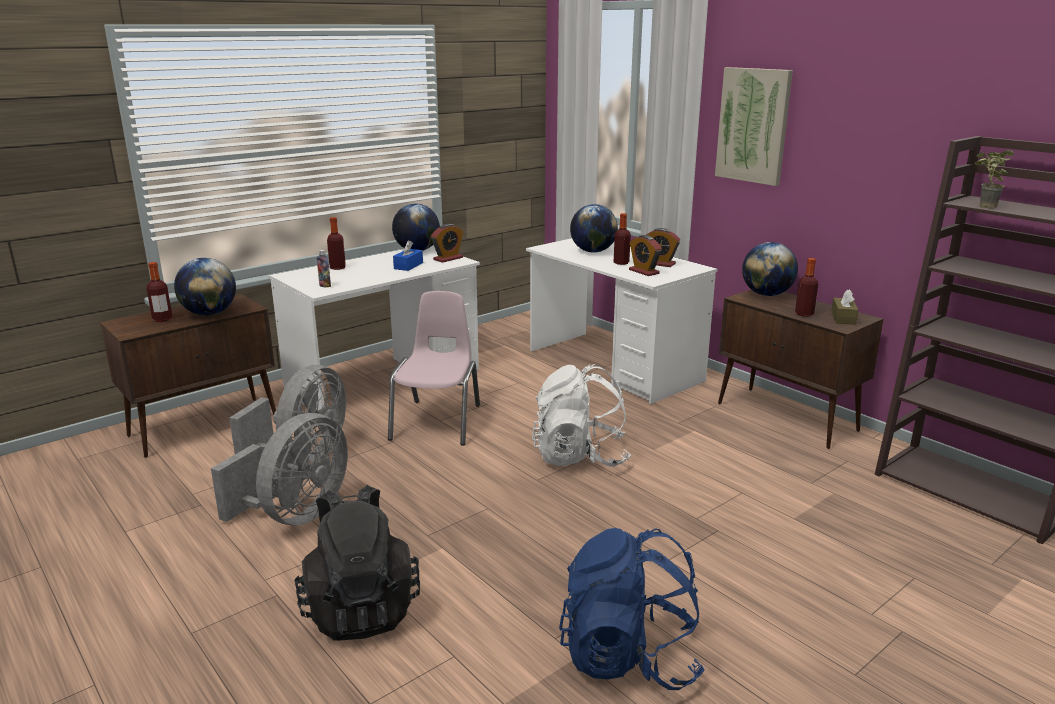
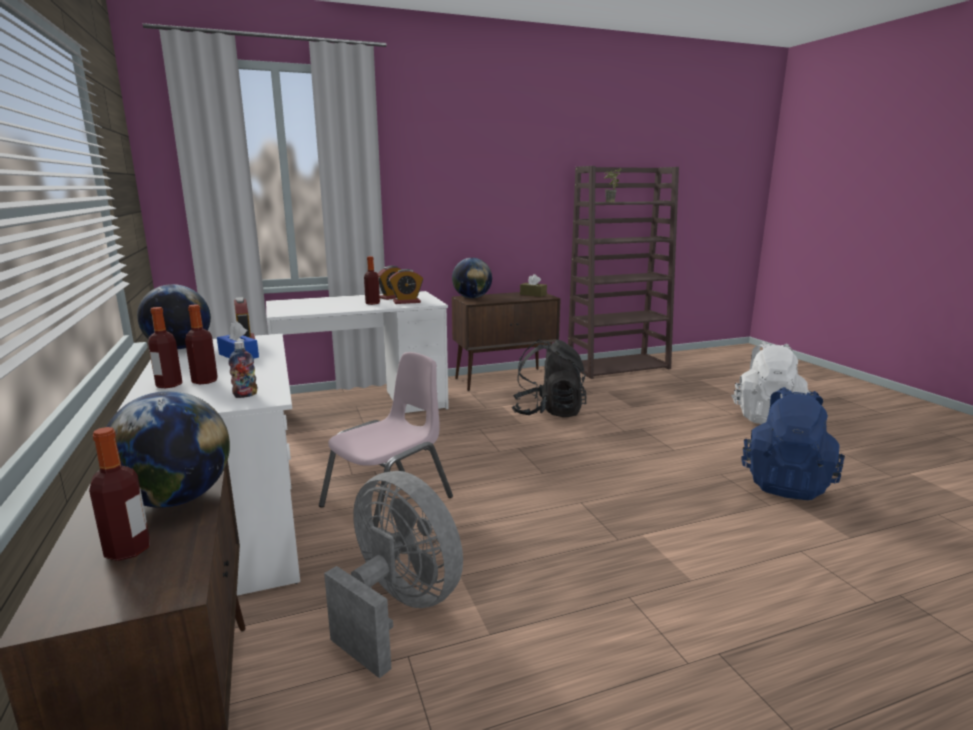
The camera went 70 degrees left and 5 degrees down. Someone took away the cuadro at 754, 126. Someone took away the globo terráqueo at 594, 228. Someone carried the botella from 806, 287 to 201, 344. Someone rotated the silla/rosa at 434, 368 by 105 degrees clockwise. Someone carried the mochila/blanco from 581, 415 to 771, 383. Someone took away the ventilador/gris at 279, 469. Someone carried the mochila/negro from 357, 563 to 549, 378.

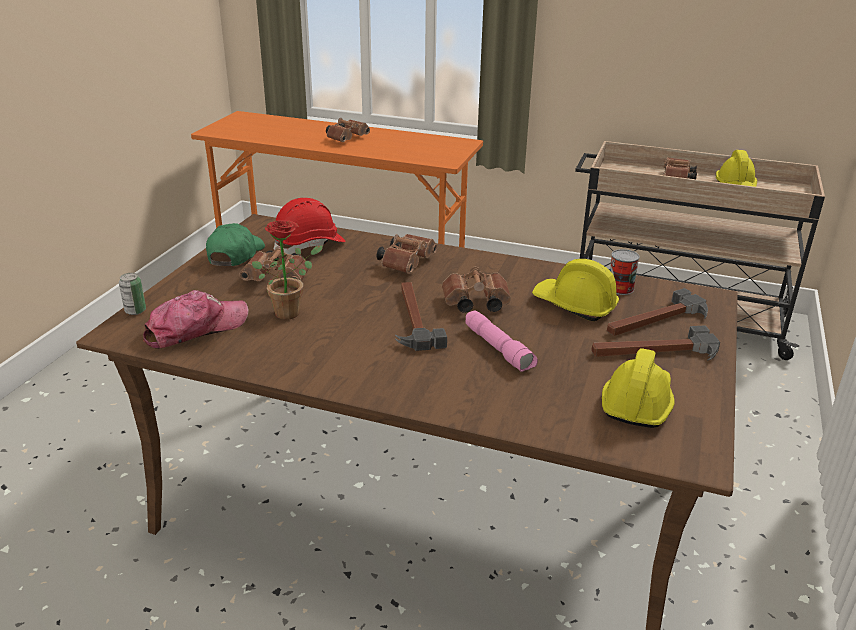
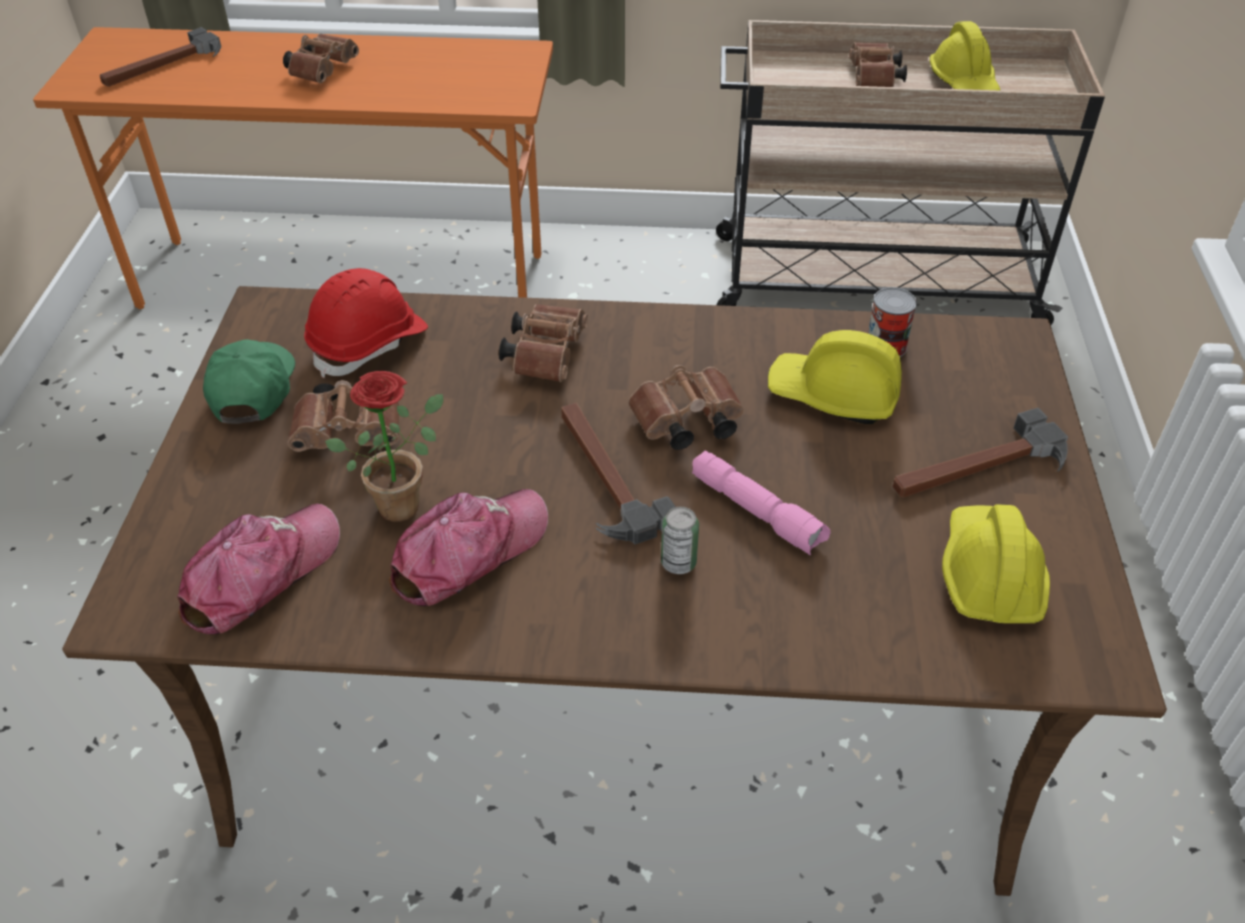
The camera went 15 degrees left and 15 degrees up. Someone carried the lata from 132, 294 to 680, 540. Someone carried the martillo from 657, 312 to 160, 57. Someone put down the gorra at 468, 547.

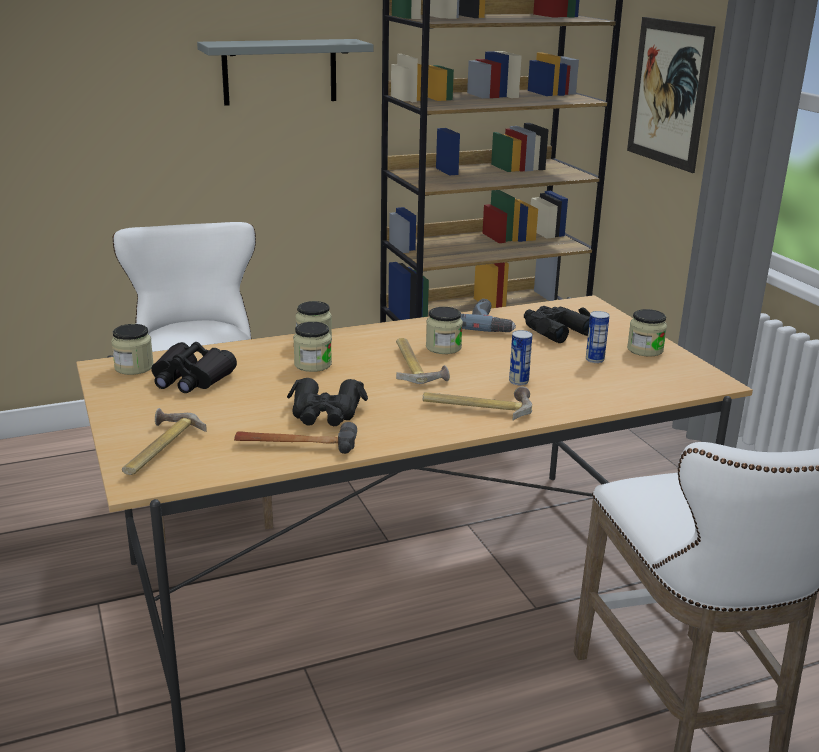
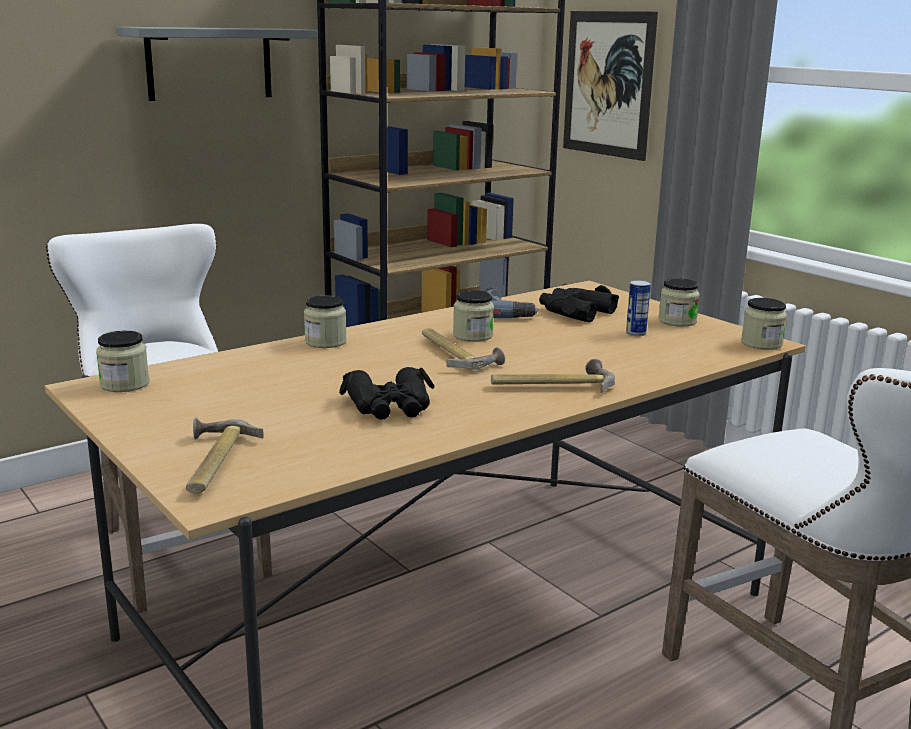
The camera went 15 degrees left and 5 degrees down. Someone carried the tarro from 312, 347 to 764, 324. Someone took away the lata at 520, 357. Someone took away the prismáticos/negro at 194, 367. Someone took away the martillo at 295, 438.

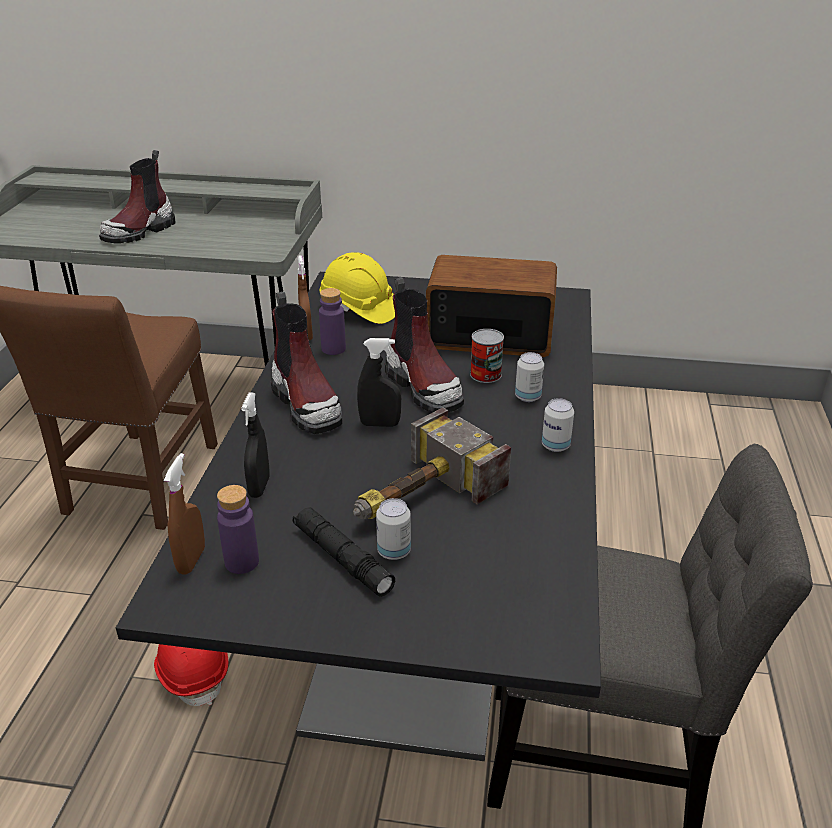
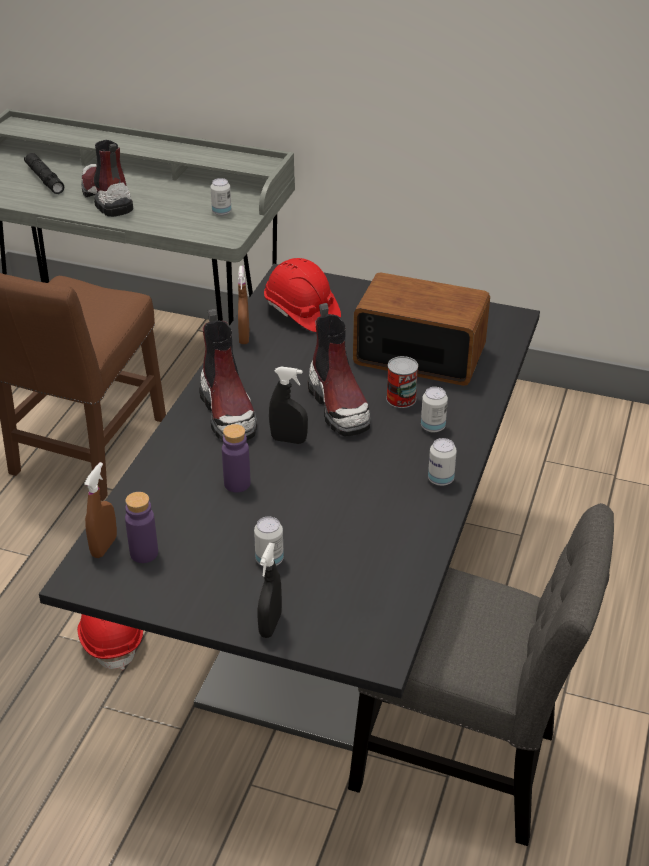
The camera went 10 degrees right and 5 degrees up. Someone rotated the bota at 137, 197 by 105 degrees clockwise. Someone repainted the casco/amarillo at 357, 288, which became the casco/rojo at 302, 295. Someone carried the botella/morado from 332, 321 to 236, 458. Someone carried the pulverizador/negro from 255, 445 to 270, 590. Someone took away the martillo at 432, 463. Someone carried the linterna/negro from 344, 552 to 44, 173. Someone put down the lata at 220, 197.

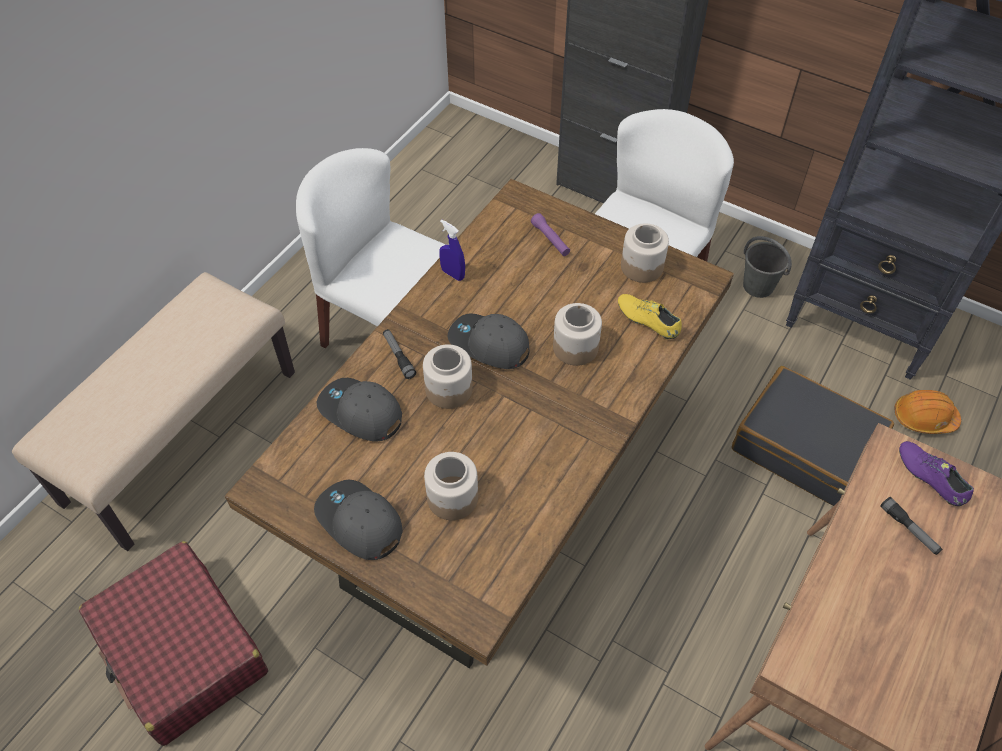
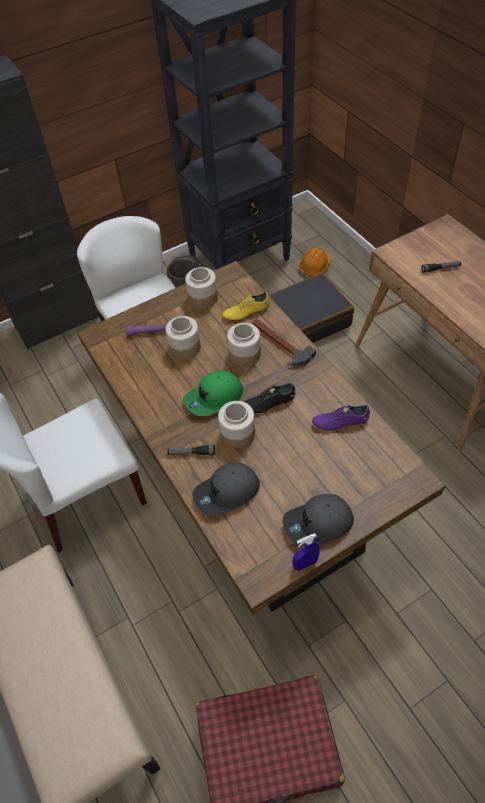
The camera went 60 degrees left and 0 degrees up. Someone carried the pulverizador/azul from 452, 250 to 306, 552. Someone repainted the gorra/gris at 488, 341, which became the gorra/verde at 213, 393. Someone carried the zapato/morado from 936, 473 to 341, 418. Someone carried the tarro from 451, 486 to 183, 337. Someone put down the martillo at 284, 342. Someone put down the zapato/negro at 270, 398.

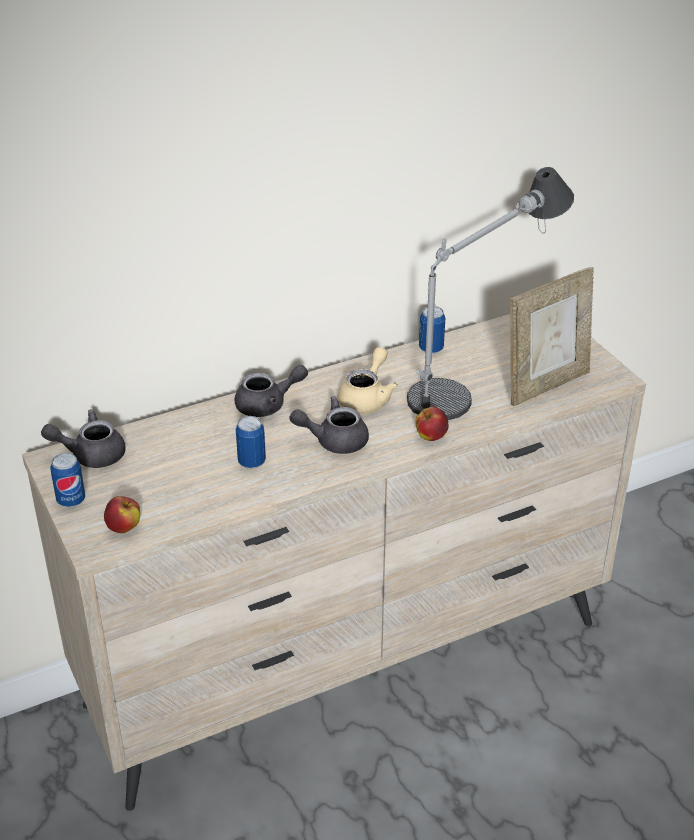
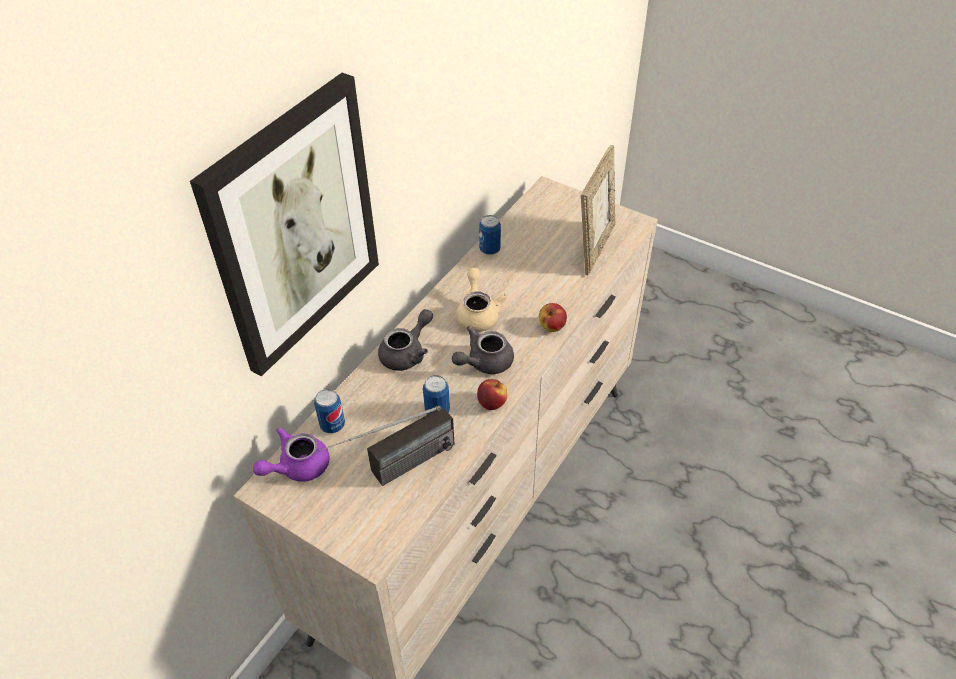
The camera went 30 degrees left and 10 degrees up. Someone took away the lámpara de mesa at 490, 293. Someone repainted the tetera/gris at 83, 438, which became the tetera/morado at 291, 454. Someone carried the lata from 67, 480 to 329, 411. Someone carried the manzana from 122, 514 to 492, 394. Someone put up the cuadro at 284, 224. Someone put down the radio at 386, 446.

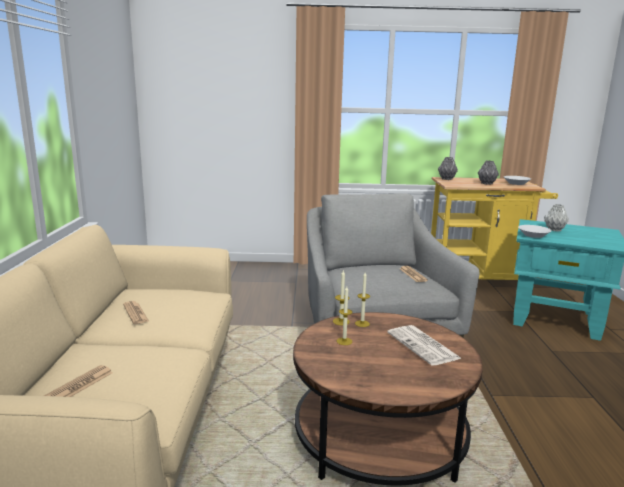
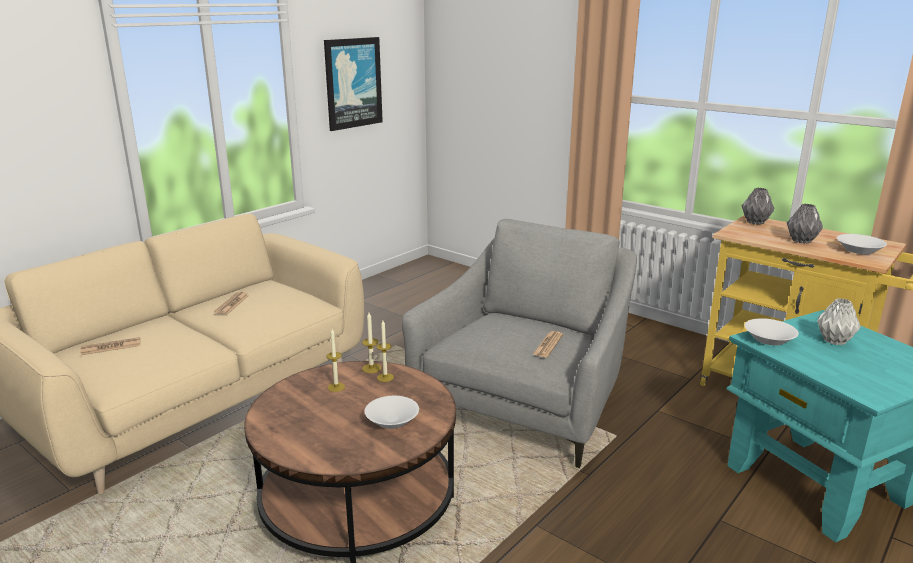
The camera went 40 degrees right and 5 degrees up. Someone swapped the periódico at 424, 345 for the cuenco/blanco at 392, 412. Someone put up the cuadro at 353, 84.

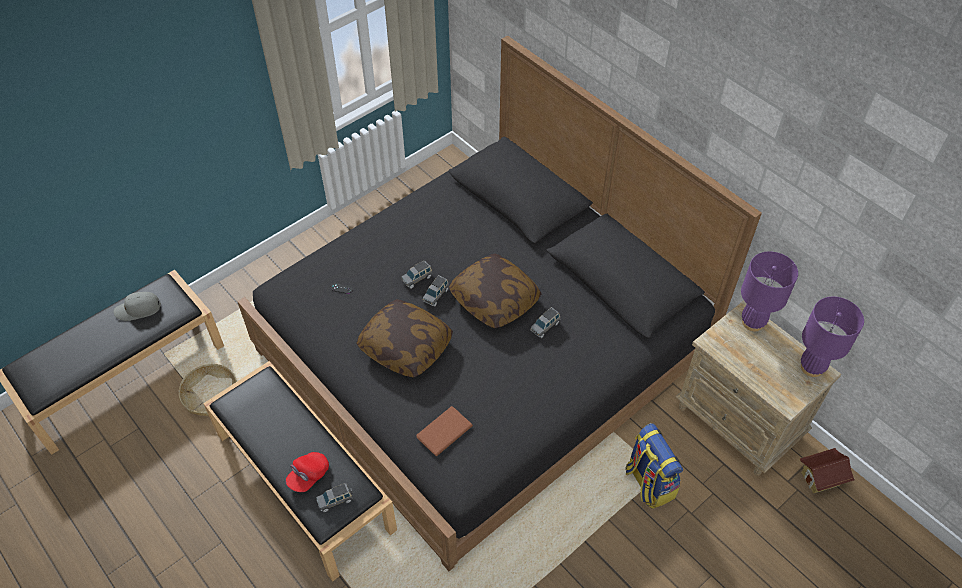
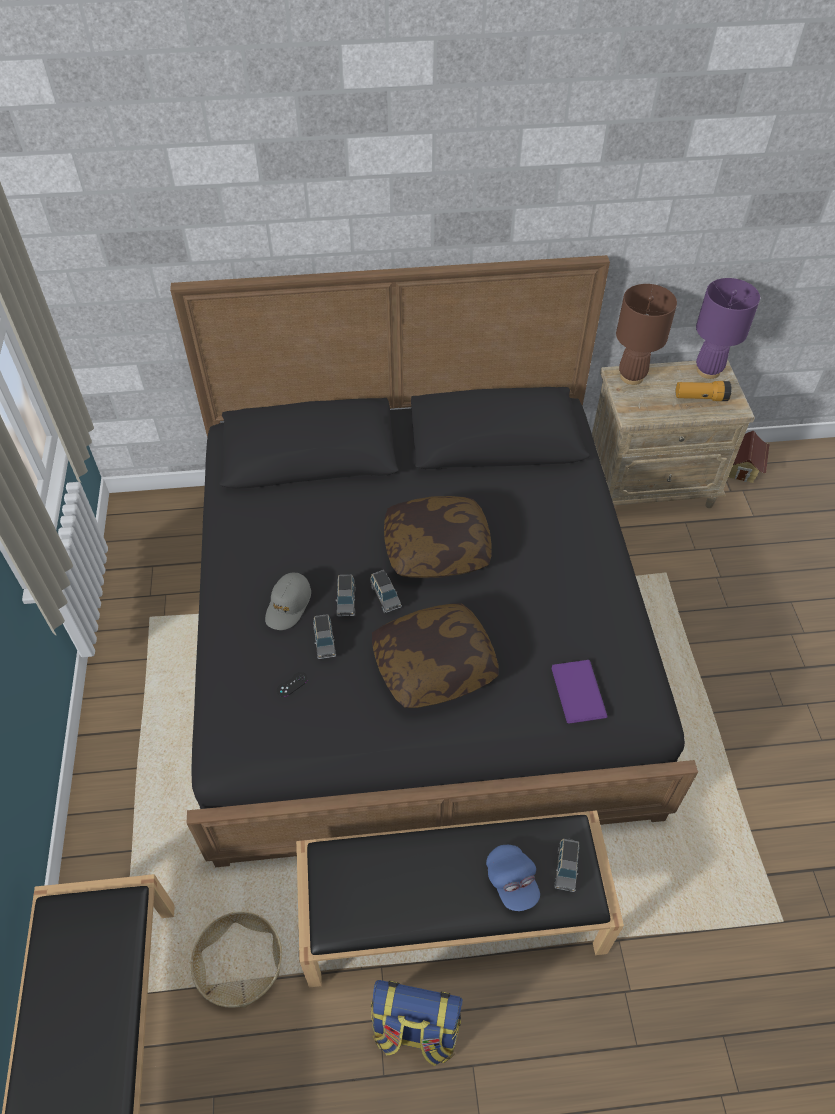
The camera went 55 degrees left and 0 degrees up. Someone repainted the lámpara de mesa/morado at 769, 291, which became the lámpara de mesa/marrón at 646, 334. Someone carried the gorra/gris from 137, 306 to 288, 601. Someone carried the coche de juguete/gris from 545, 322 to 324, 636. Someone repainted the libro/marrón at 444, 431, which became the libro/morado at 579, 692. Someone carried the mochila from 654, 466 to 417, 1023. Someone repainted the gorra/rojo at 307, 472, which became the gorra/azul at 513, 878. Someone put down the linterna at 703, 391.

